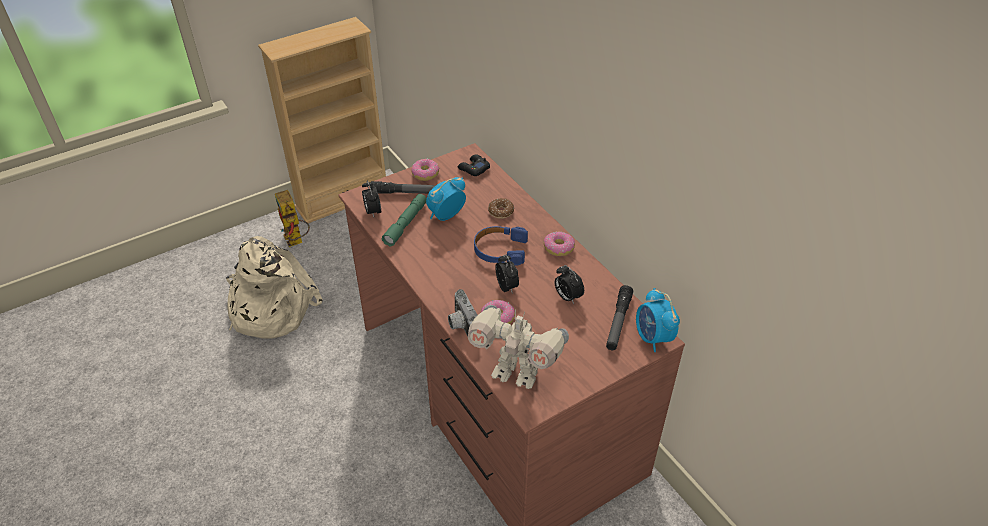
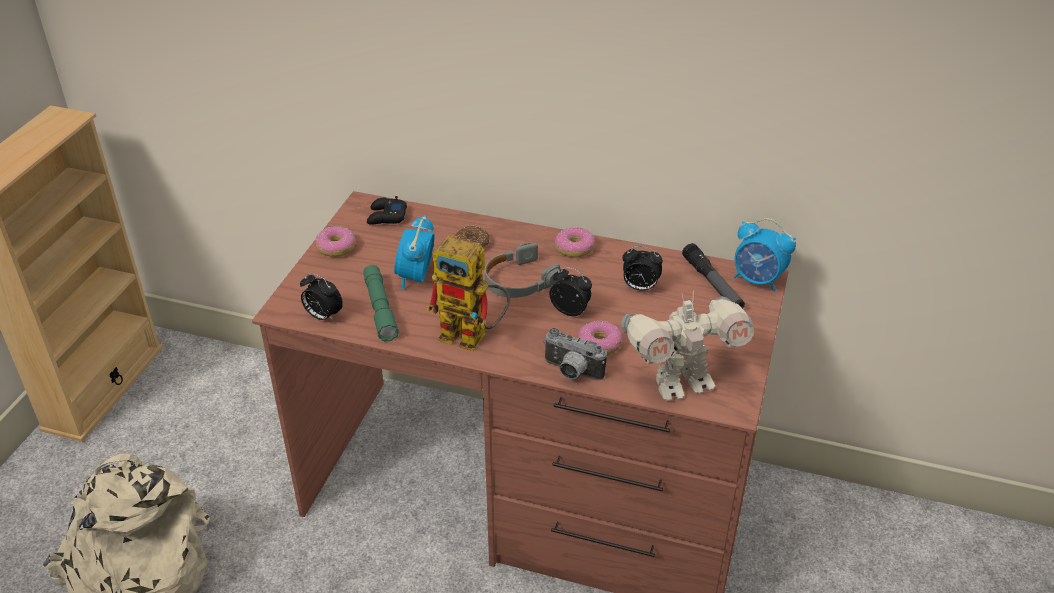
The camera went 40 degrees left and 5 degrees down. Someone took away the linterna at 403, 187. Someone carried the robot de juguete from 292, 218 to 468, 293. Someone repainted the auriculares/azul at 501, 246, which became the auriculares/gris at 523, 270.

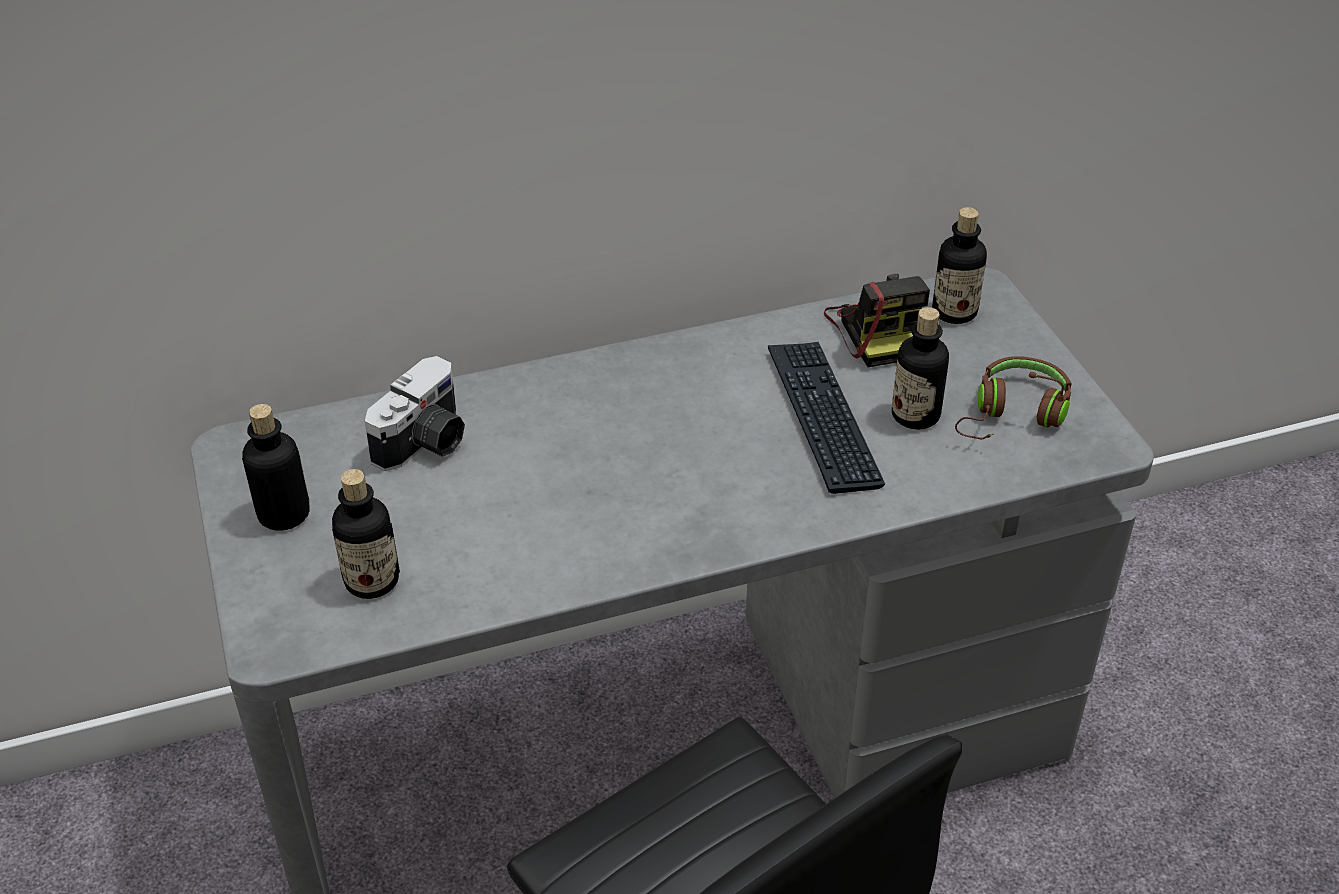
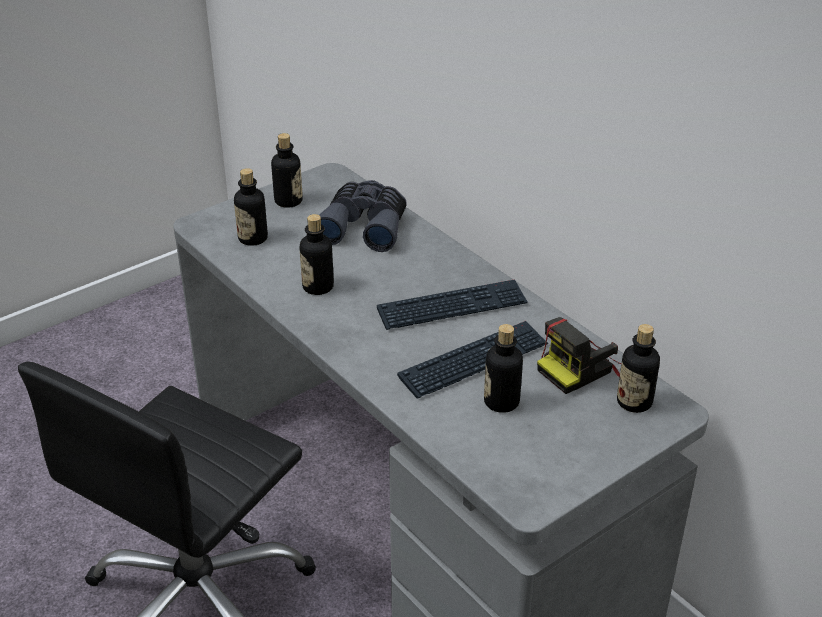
The camera went 70 degrees right and 5 degrees down. Someone swapped the cámara at 415, 413 for the prismáticos/gris at 363, 216. Someone took away the auriculares/marrón at 1013, 398. Someone put down the botella at 317, 254. Someone put down the teclado at 452, 304.

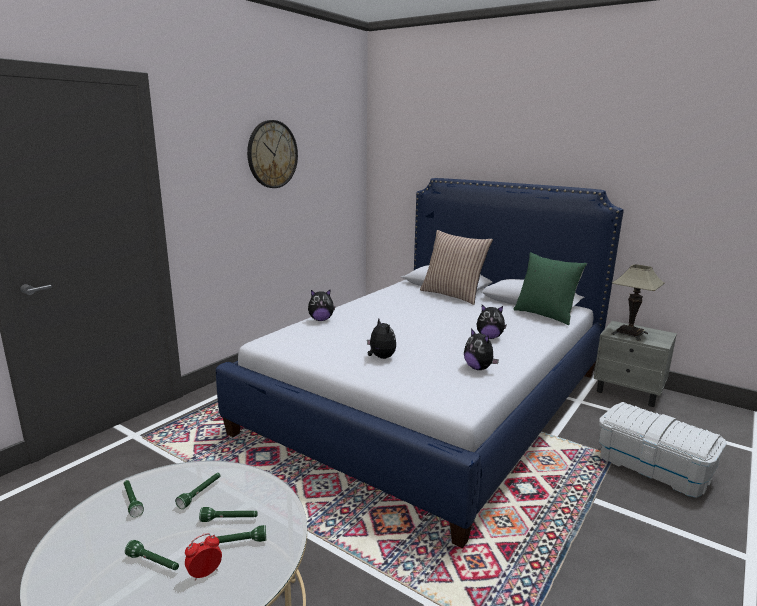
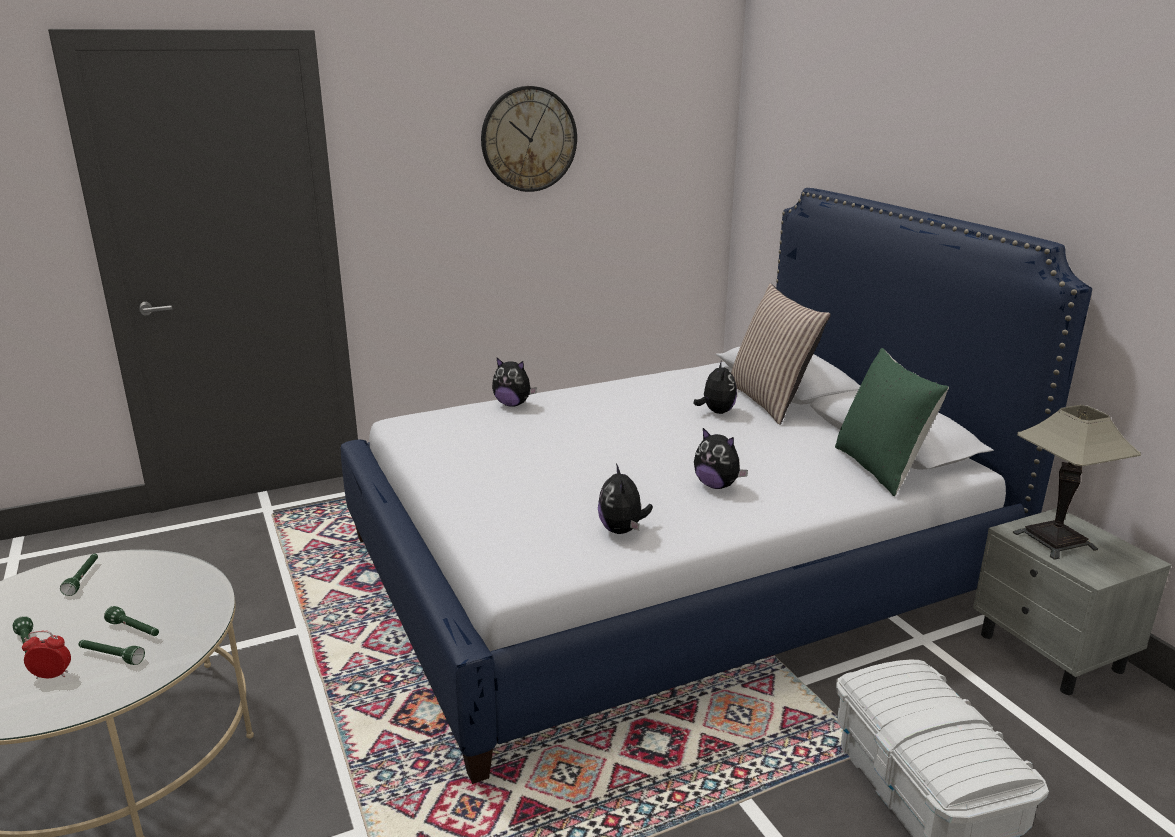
The camera went 30 degrees right and 5 degrees up. Someone carried the peluche from 381, 339 to 715, 387. Someone took away the linterna/verde at 197, 491.

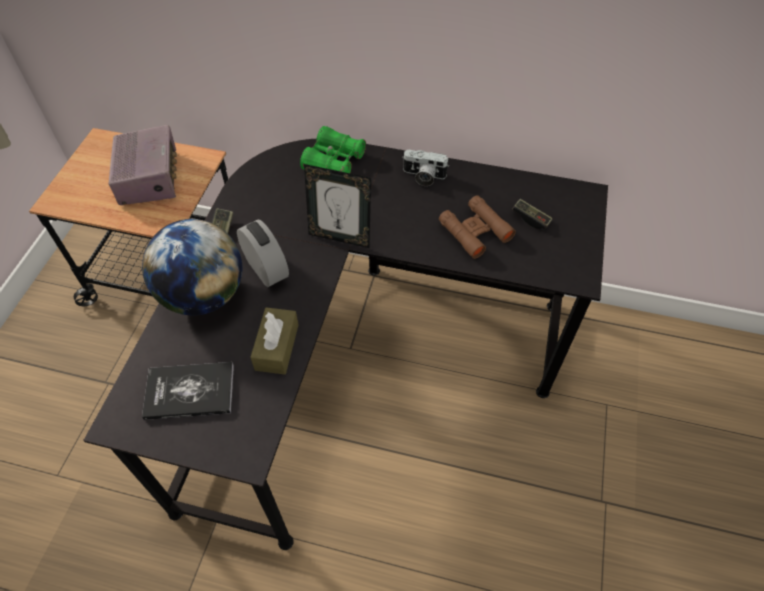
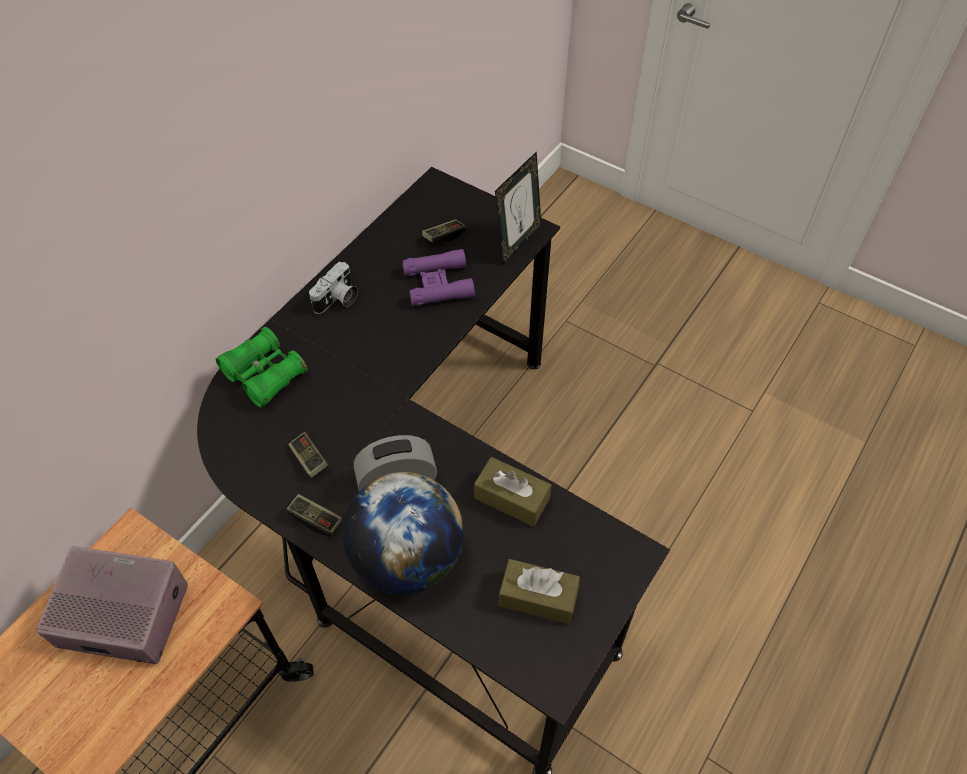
The camera went 70 degrees left and 0 degrees up. Someone carried the portarretratos from 337, 206 to 518, 208. Someone repainted the prismáticos/marrón at 477, 227, which became the prismáticos/morado at 438, 277. Someone swapped the libro at 188, 391 for the caja de pañuelos/marrón at 539, 591. Someone put down the mando de consola at 308, 455.

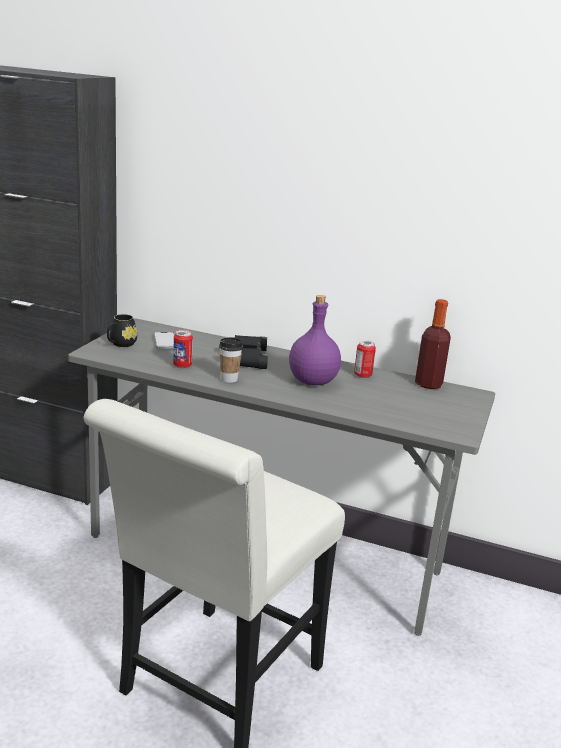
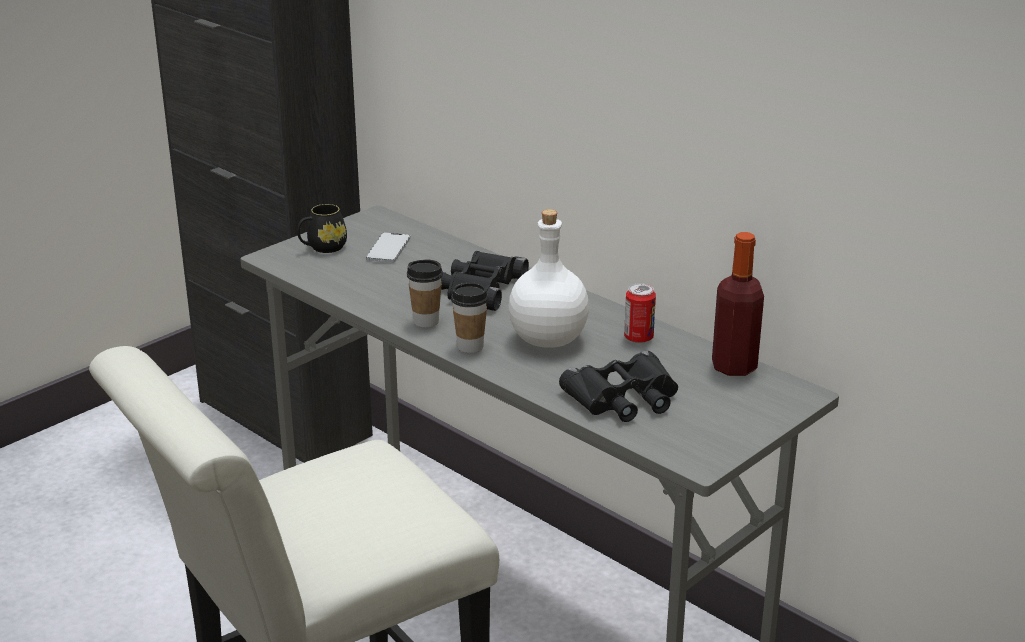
The camera went 25 degrees right and 5 degrees up. Someone repainted the botella/morado at 315, 340, which became the botella/blanco at 549, 278. Someone took away the lata at 183, 349. Someone put down the taza at 469, 318. Someone put down the prismáticos/negro at 618, 386.

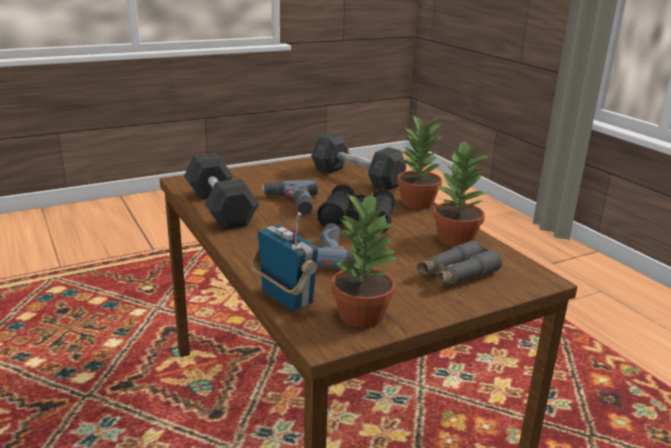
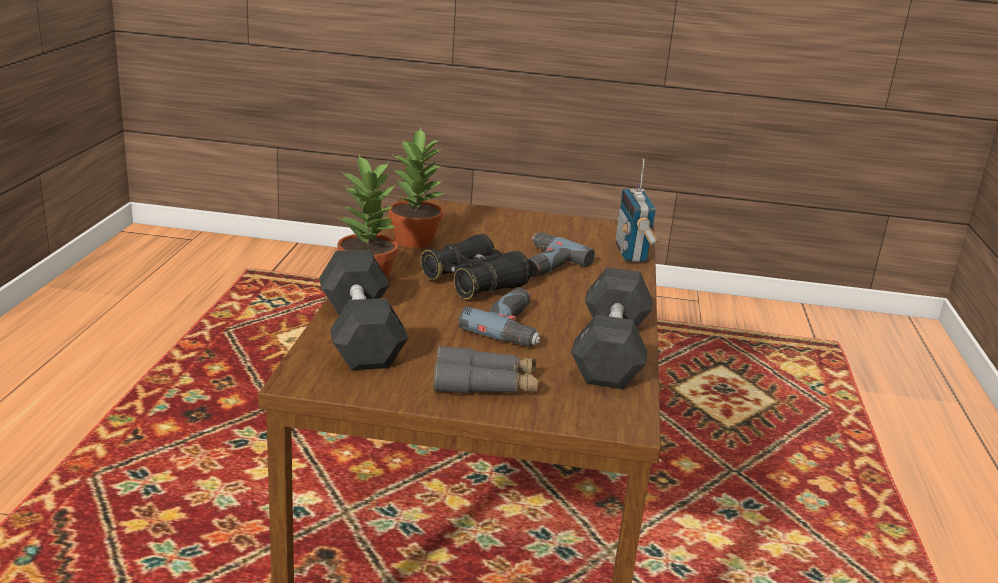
The camera went 145 degrees left and 0 degrees up. Someone took away the planta en maceta at 365, 260. Someone carried the prismáticos/gris from 459, 263 to 485, 370.

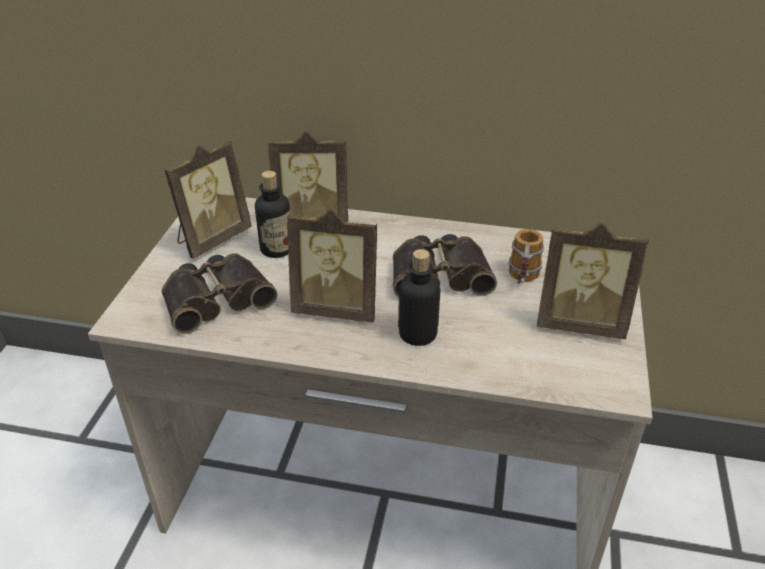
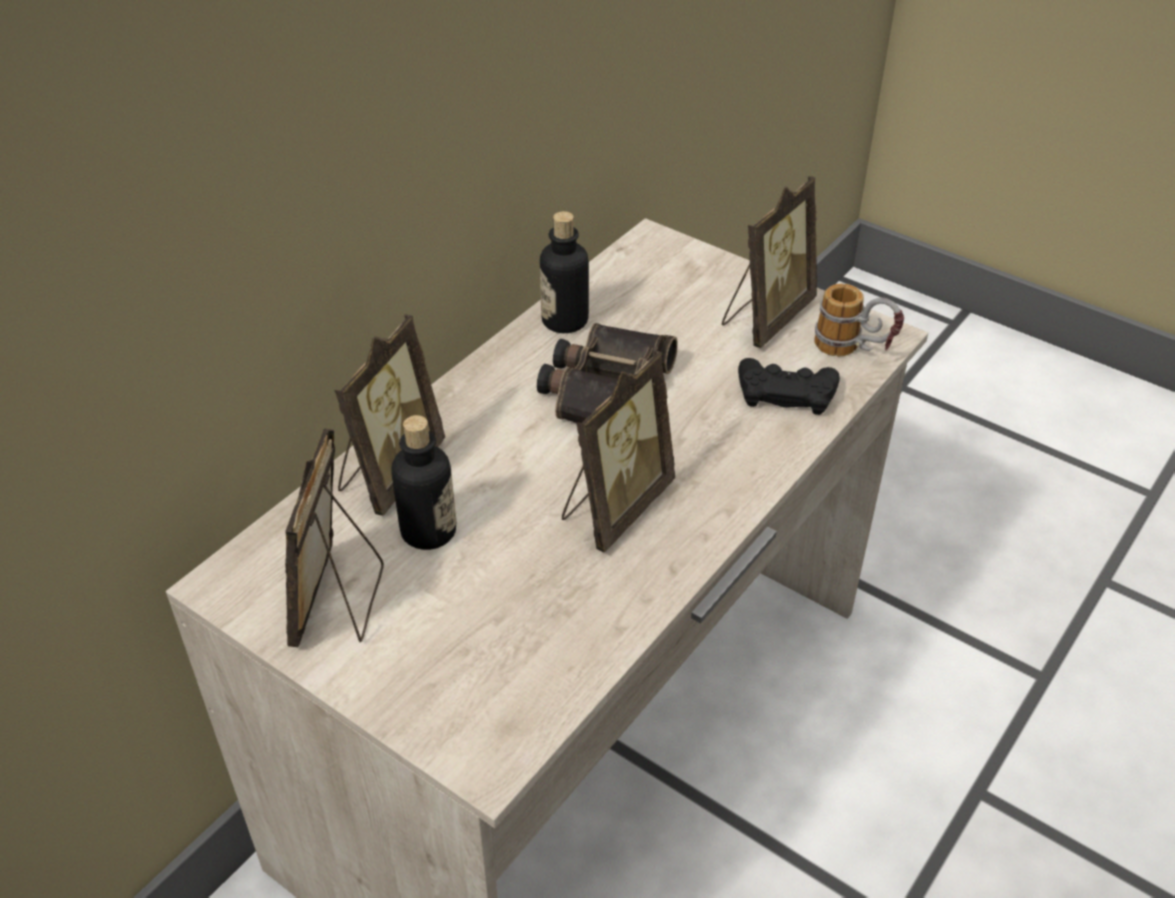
The camera went 65 degrees left and 5 degrees up. Someone rotated the portarretratos at 208, 200 by 150 degrees counterclockwise. Someone carried the taza grande from 526, 256 to 859, 320. Someone carried the botella from 419, 297 to 564, 272. Someone took away the prismáticos at 220, 293. Someone put down the mando de consola/negro at 789, 386.

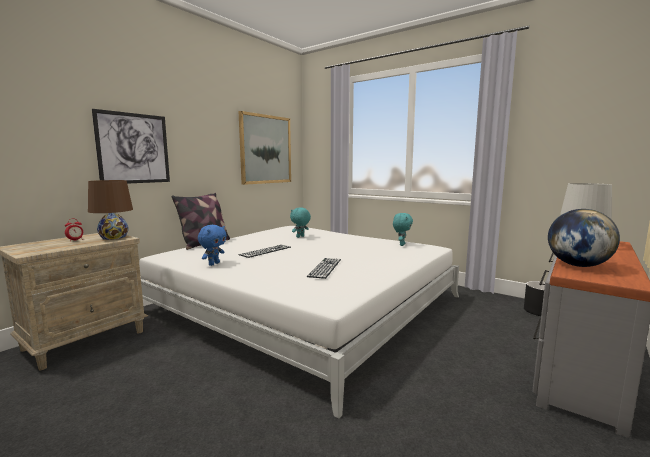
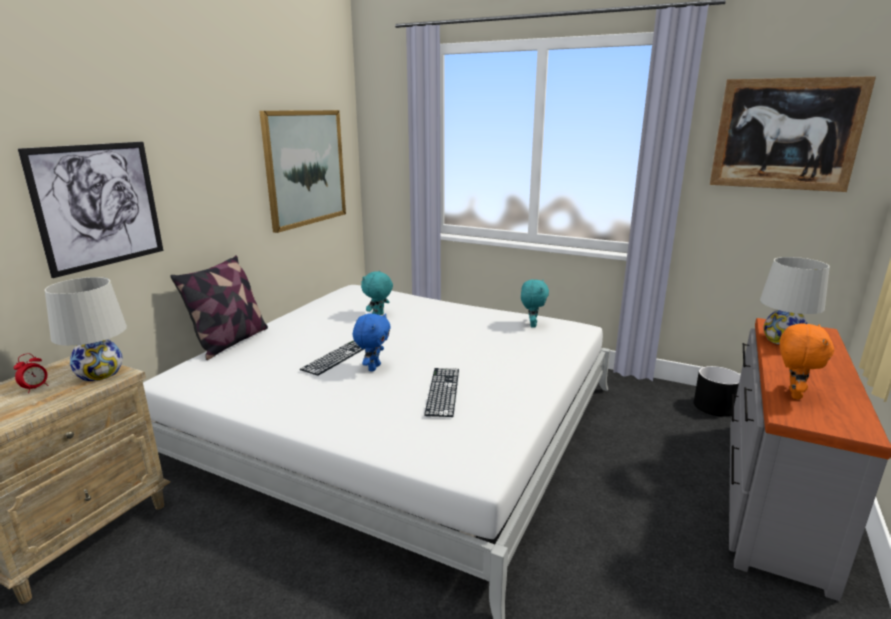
The camera went 10 degrees left and 10 degrees up. Someone repainted the lámpara de mesa/marrón at 110, 210, which became the lámpara de mesa/blanco at 86, 329. Someone swapped the globo terráqueo at 584, 238 for the peluche/naranja at 807, 362. Someone carried the peluche/azul from 212, 245 to 372, 342. Someone put up the cuadro at 793, 134.

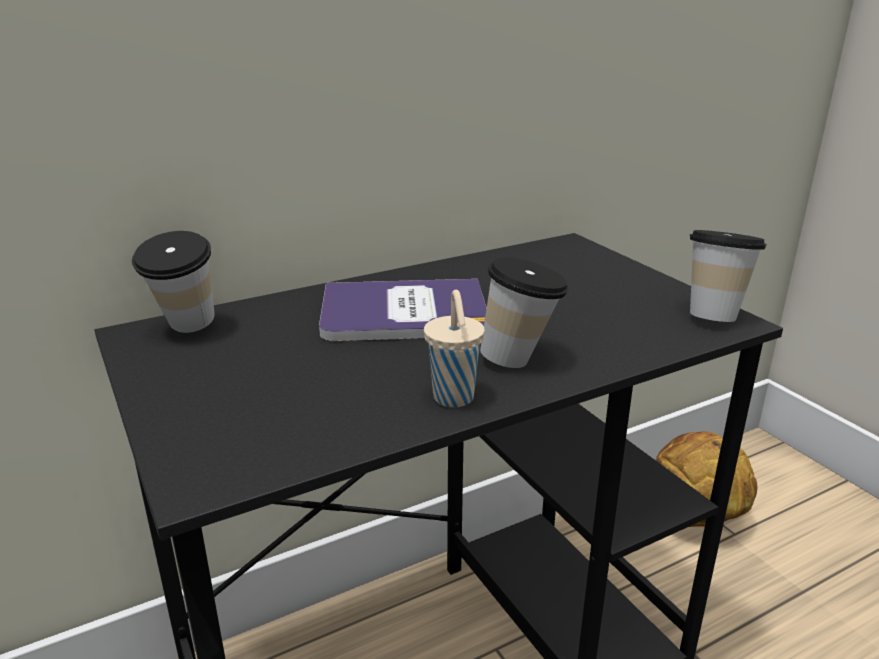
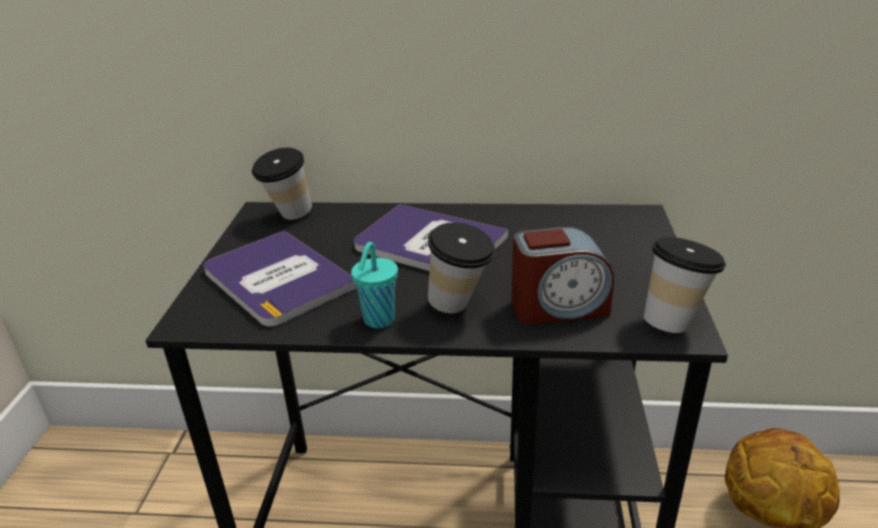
The camera went 35 degrees right and 5 degrees up. Someone repainted the taza/beis at 454, 348, which became the taza/turquesa at 374, 285. Someone put down the despertador at 562, 276. Someone put down the libro at 280, 279.

